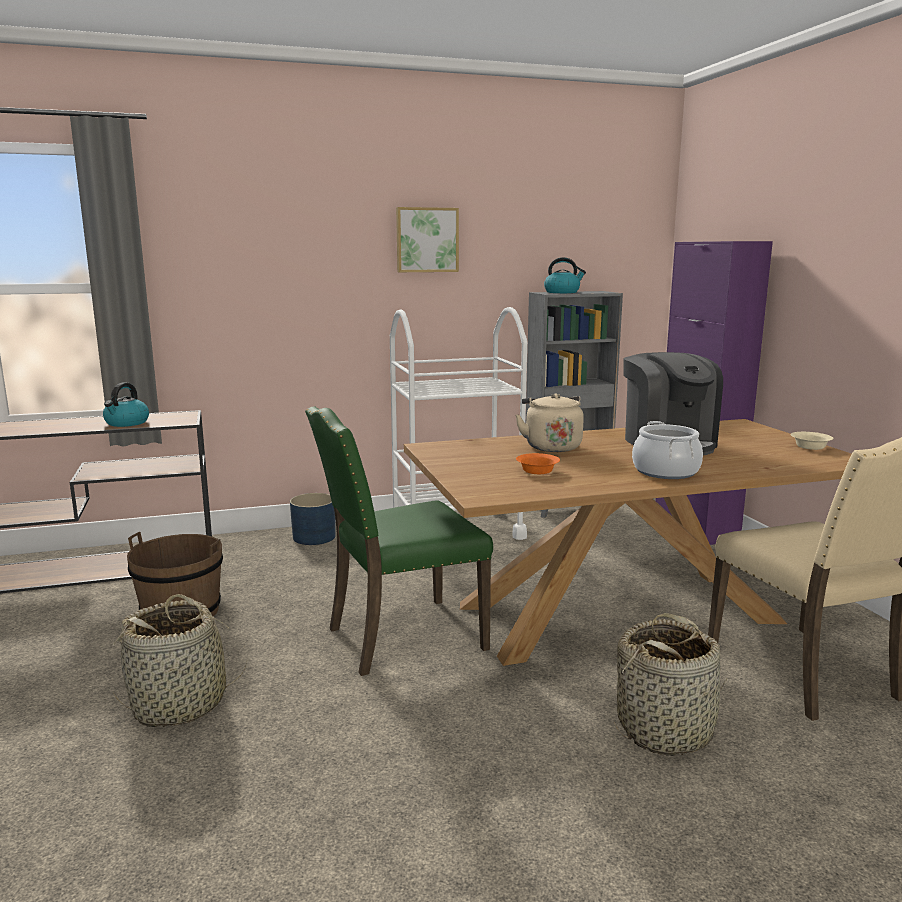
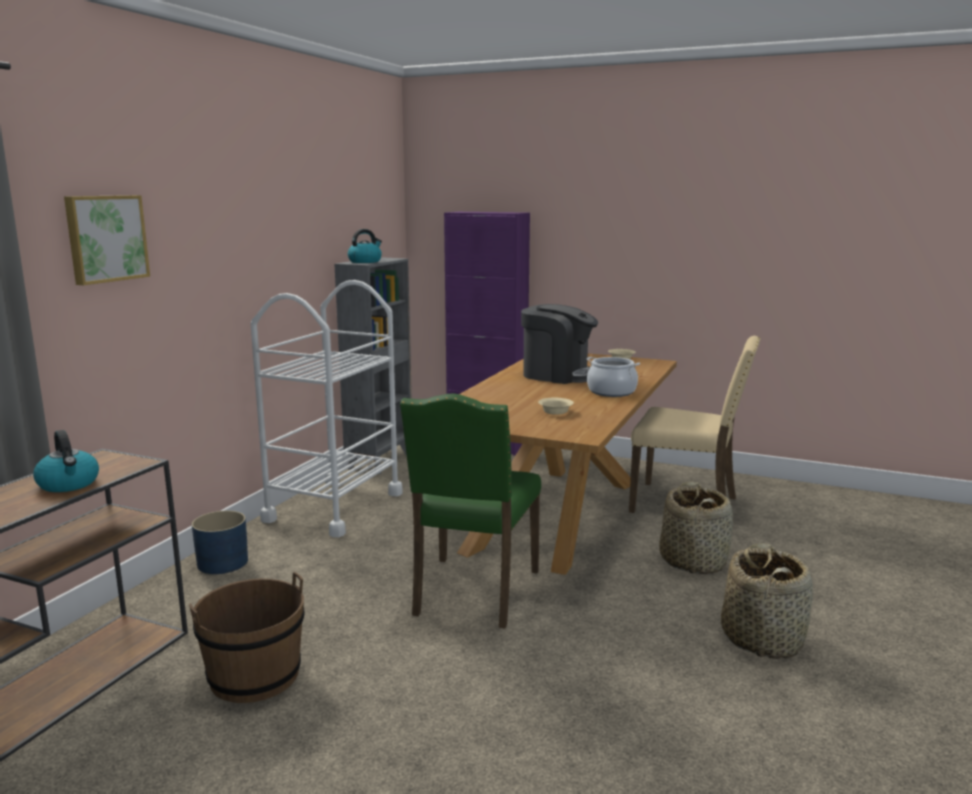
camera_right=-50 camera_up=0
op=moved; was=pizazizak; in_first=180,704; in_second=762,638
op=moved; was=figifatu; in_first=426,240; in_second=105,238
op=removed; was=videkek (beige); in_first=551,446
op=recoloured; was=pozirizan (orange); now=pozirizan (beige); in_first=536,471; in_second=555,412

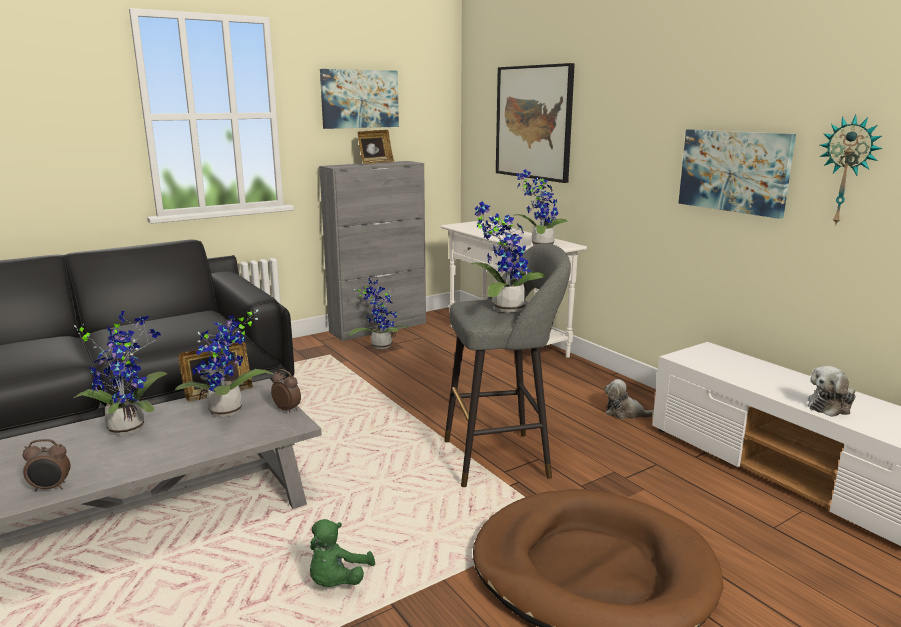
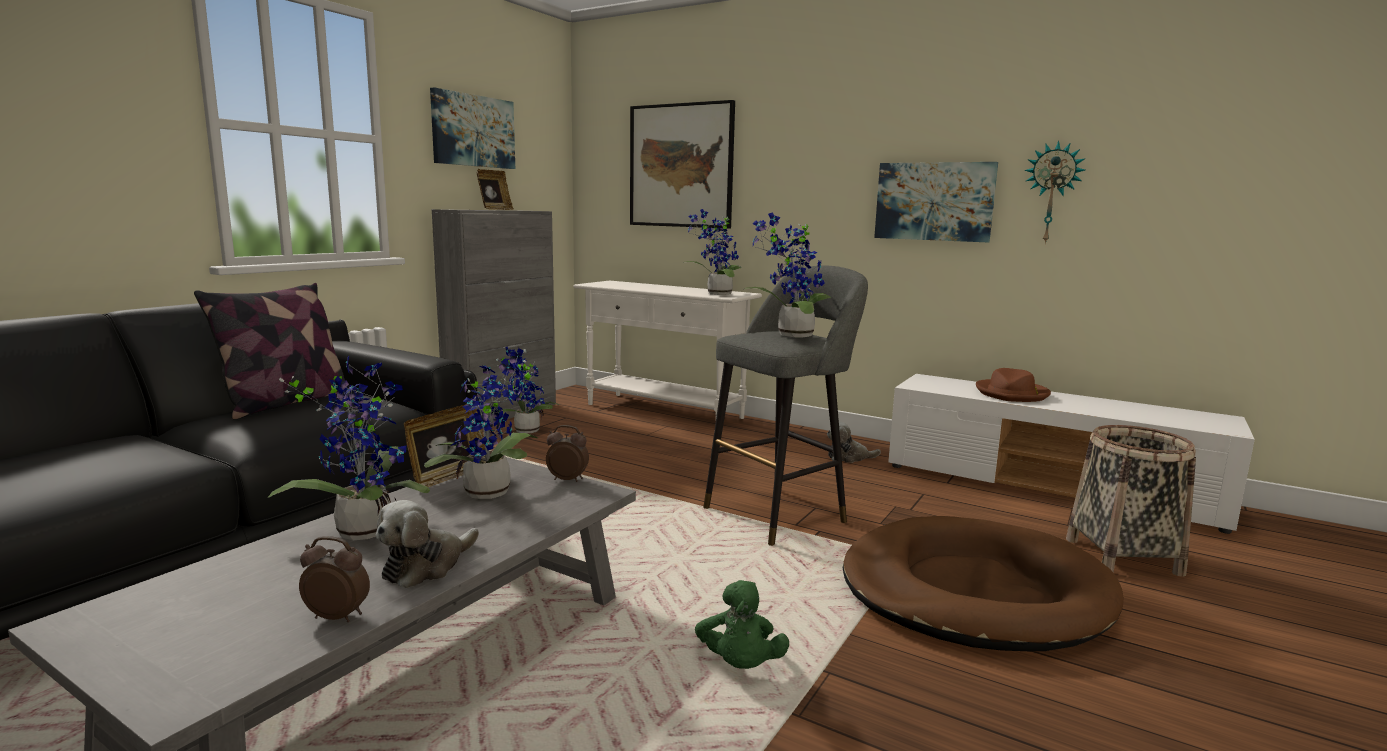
camera_right=-25 camera_up=-5
op=turned; was=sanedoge; in_first=51,488; in_second=338,616; clockwise=-135
op=moved; was=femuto; in_first=831,406; in_second=426,566
op=added; now=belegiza; in_second=286,403
op=added; now=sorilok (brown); in_second=1012,394
op=added; now=pizazizak; in_second=1122,556

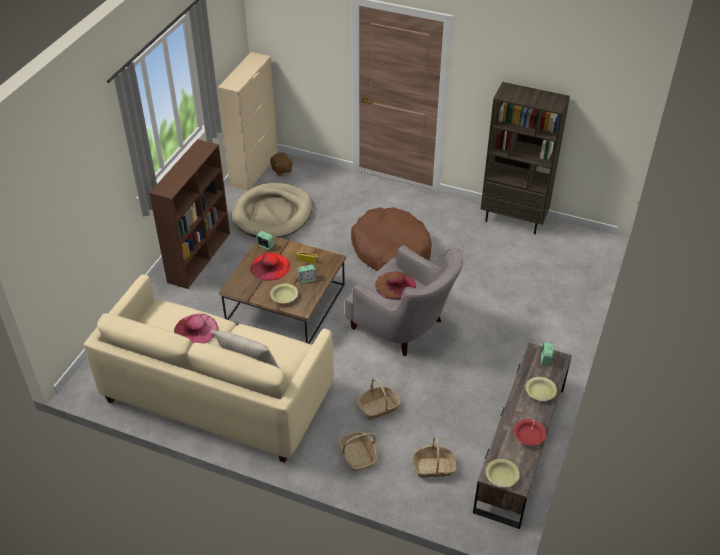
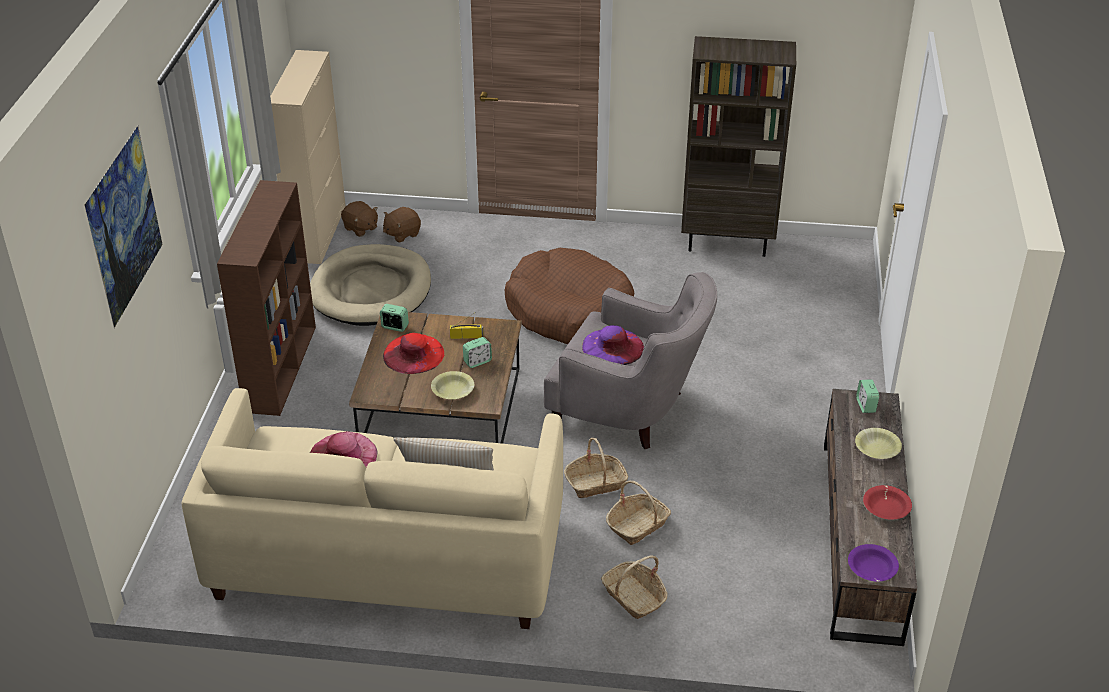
camera_right=-15 camera_up=-5
op=recoloured; was=sorilok (brown); now=sorilok (purple); in_first=395,285; in_second=613,347
op=moved; was=pizazizak; in_first=433,467; in_second=596,483
op=recoloured; was=pozirizan (yellow); now=pozirizan (purple); in_first=501,476; in_second=871,569
op=added; now=figifatu; in_second=132,255
op=added; now=femuto (brown); in_second=402,234

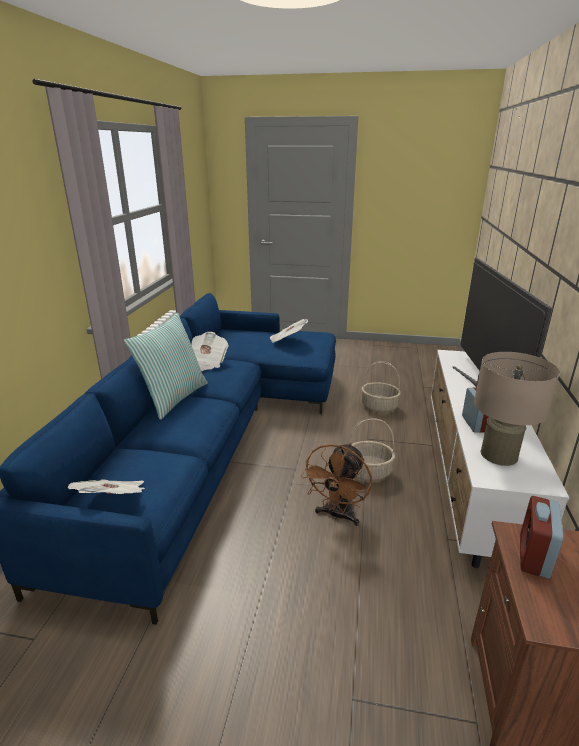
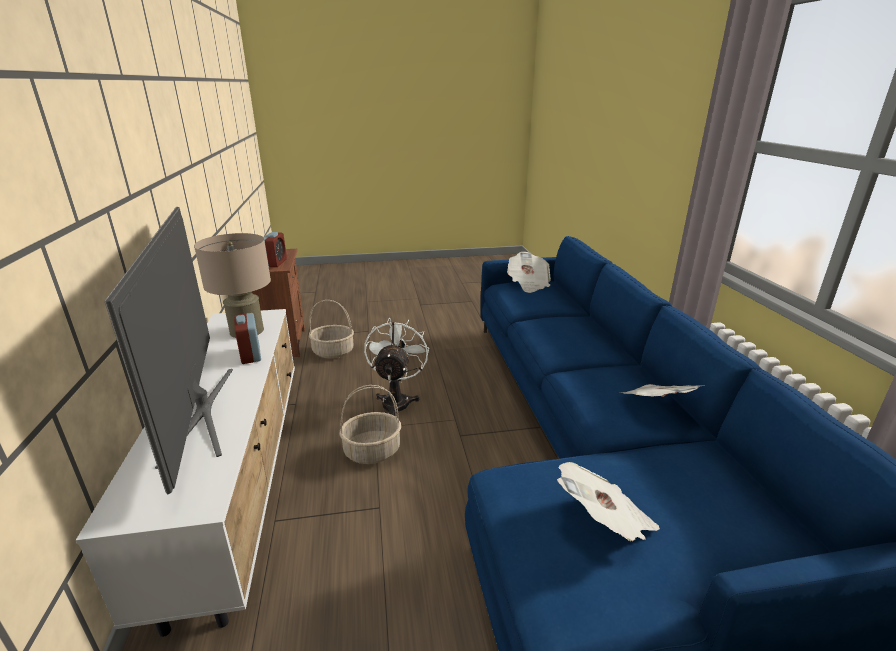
camera_right=160 camera_up=0
op=removed; was=belegiza; in_first=173,398
op=recoloured; was=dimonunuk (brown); now=dimonunuk (white); in_first=337,516; in_second=397,401
op=moved; was=pizazizak; in_first=379,406; in_second=332,352

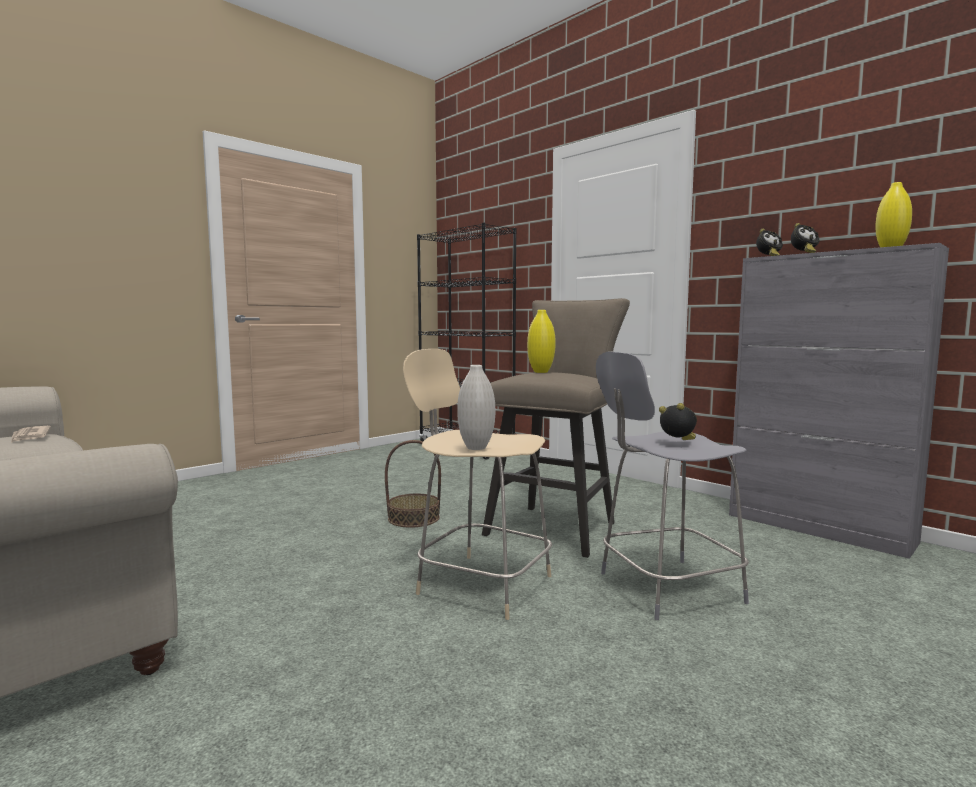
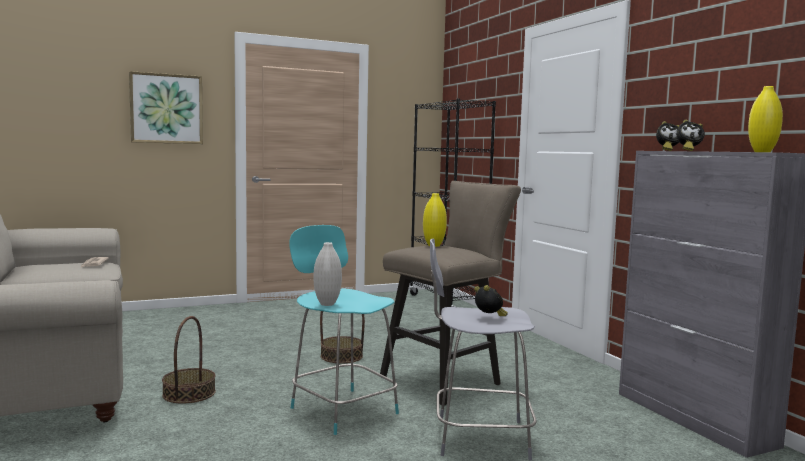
camera_right=20 camera_up=0
op=recoloured; was=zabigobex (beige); now=zabigobex (turquoise); in_first=481,583; in_second=342,409
op=added; now=figifatu; in_second=166,109
op=added; now=pizazizak; in_second=189,393

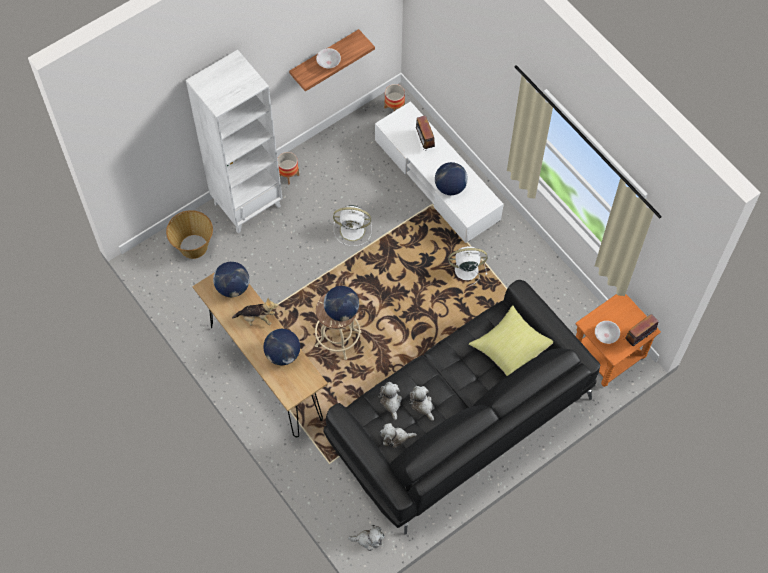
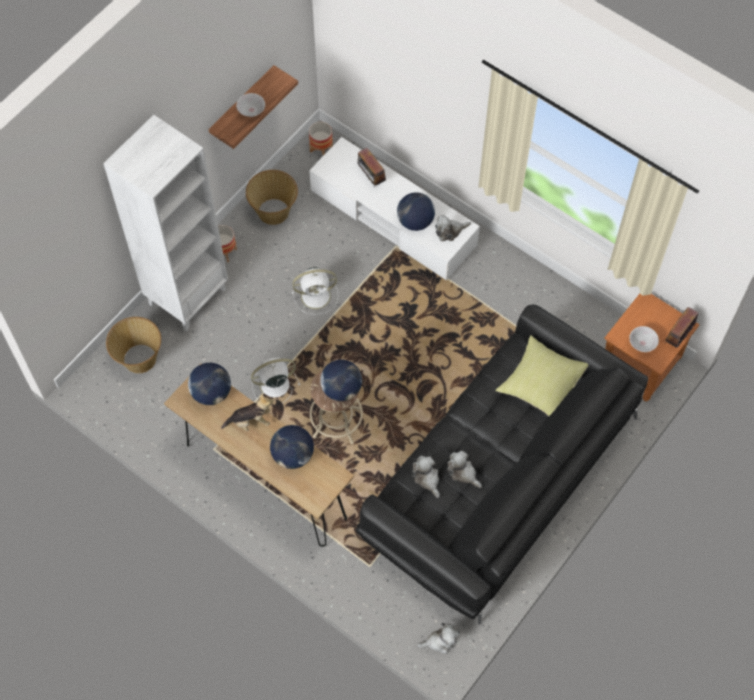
camera_right=-15 camera_up=0
op=moved; was=femuto; in_first=395,437; in_second=450,231
op=moved; was=dimonunuk (white); in_first=465,270; in_second=273,385
op=added; now=pizazizak; in_second=274,211

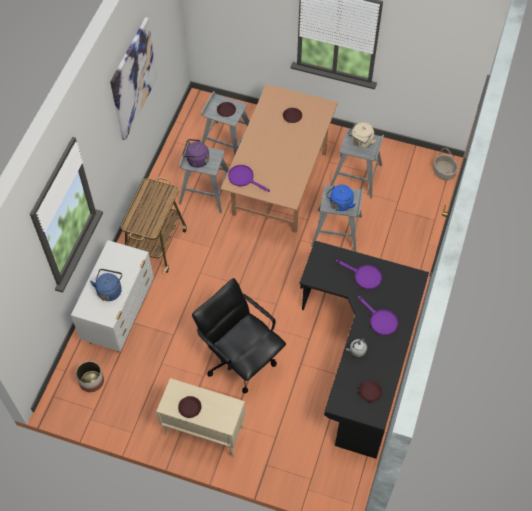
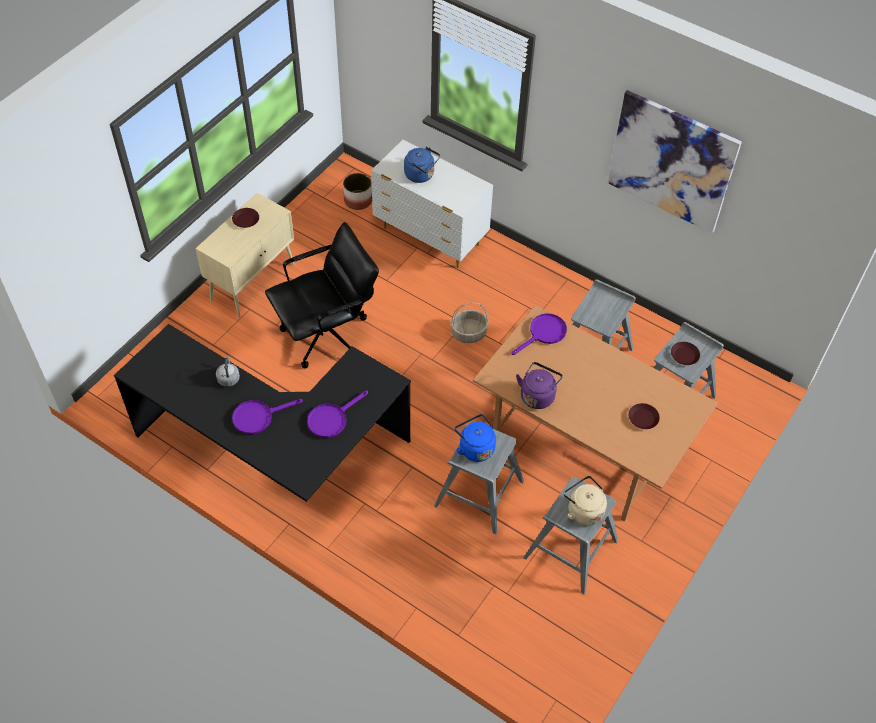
camera_right=105 camera_up=-5
op=removed; was=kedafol; in_first=156,243
op=moved; was=videkek (purple); in_first=196,160; in_second=538,395
op=removed; was=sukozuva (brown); in_first=370,392
op=moved; was=pizazizak; in_first=444,172; in_second=468,334

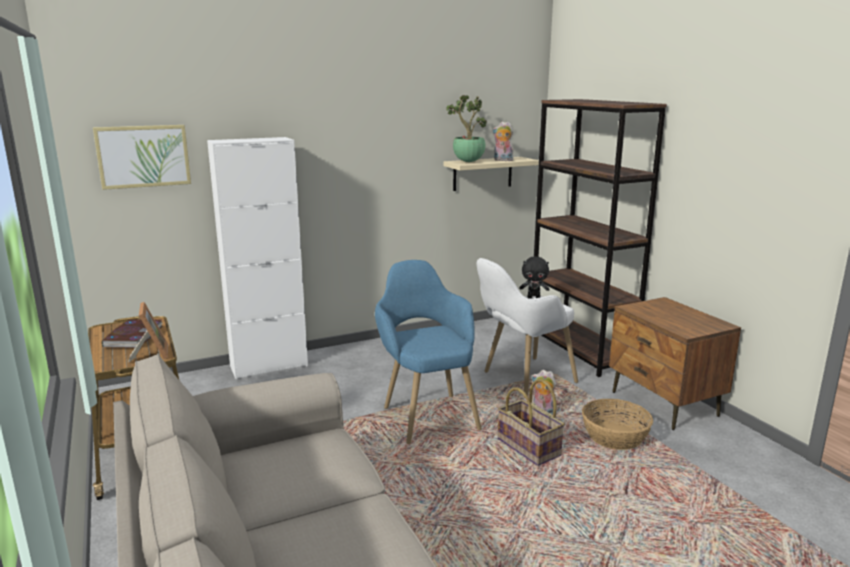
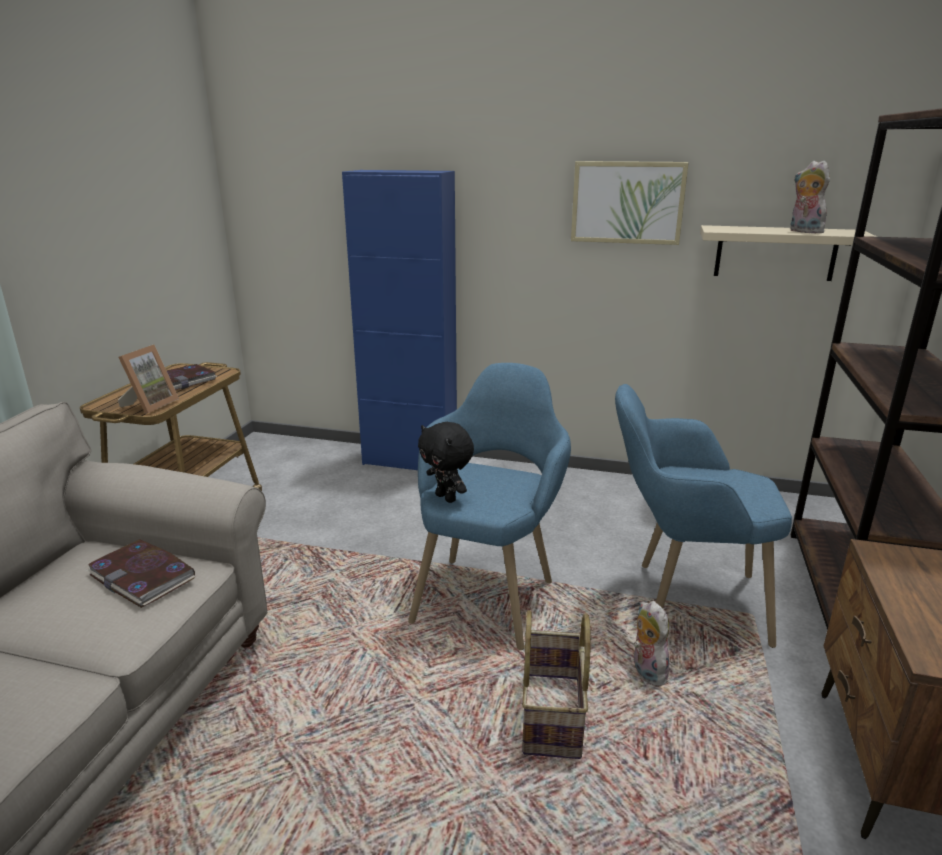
camera_right=40 camera_up=5
op=moved; was=figifatu; in_first=143,156; in_second=627,202
op=recoloured; was=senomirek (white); now=senomirek (blue); in_first=269,366; in_second=410,461
op=removed; was=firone; in_first=467,162
op=recoloured; was=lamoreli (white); now=lamoreli (blue); in_first=520,380; in_second=681,601
op=moved; was=femuto (black); in_first=534,298; in_second=447,498
op=removed; was=pizazizak; in_first=614,436
op=added; now=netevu; in_second=143,576

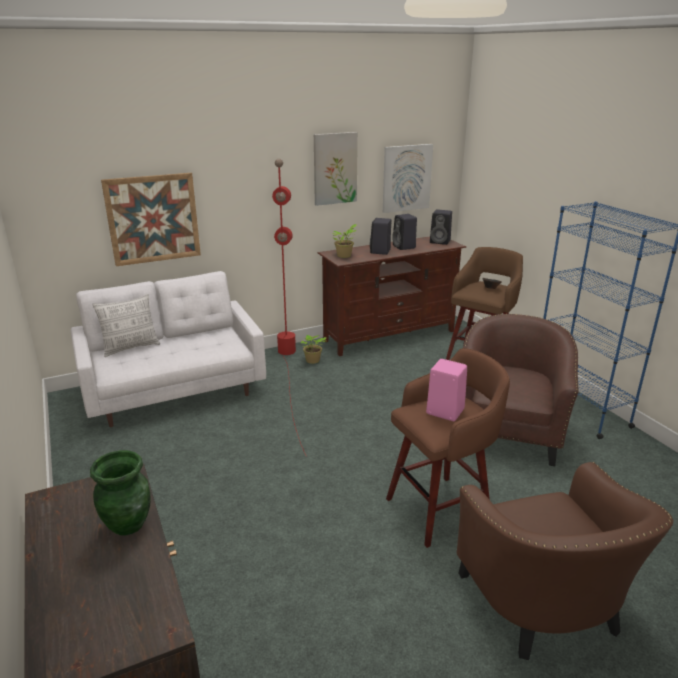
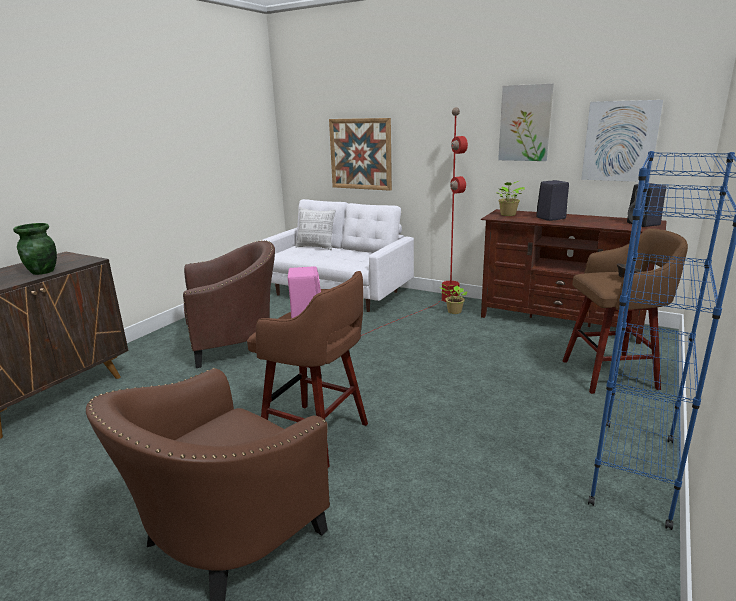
camera_right=55 camera_up=-5
op=removed; was=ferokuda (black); in_first=404,247
op=moved; was=lamoreli (brown); in_first=507,433; in_second=236,344

